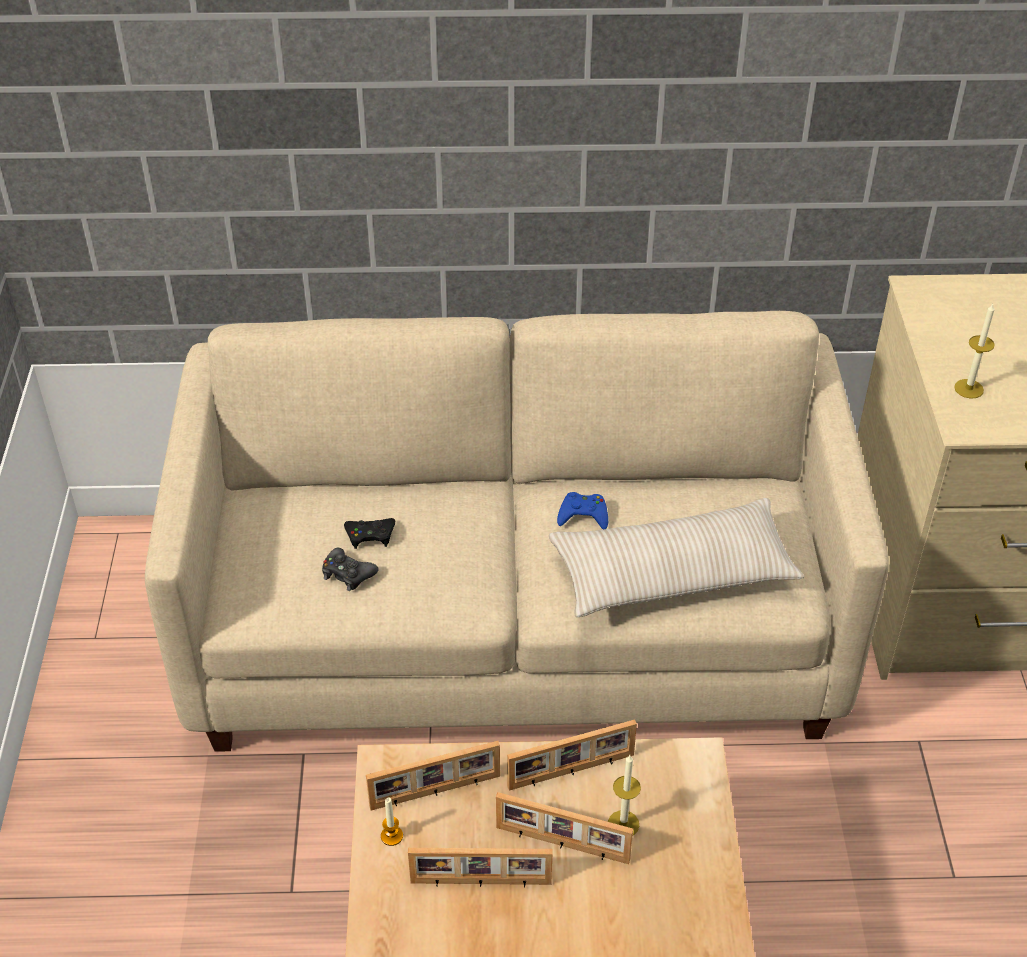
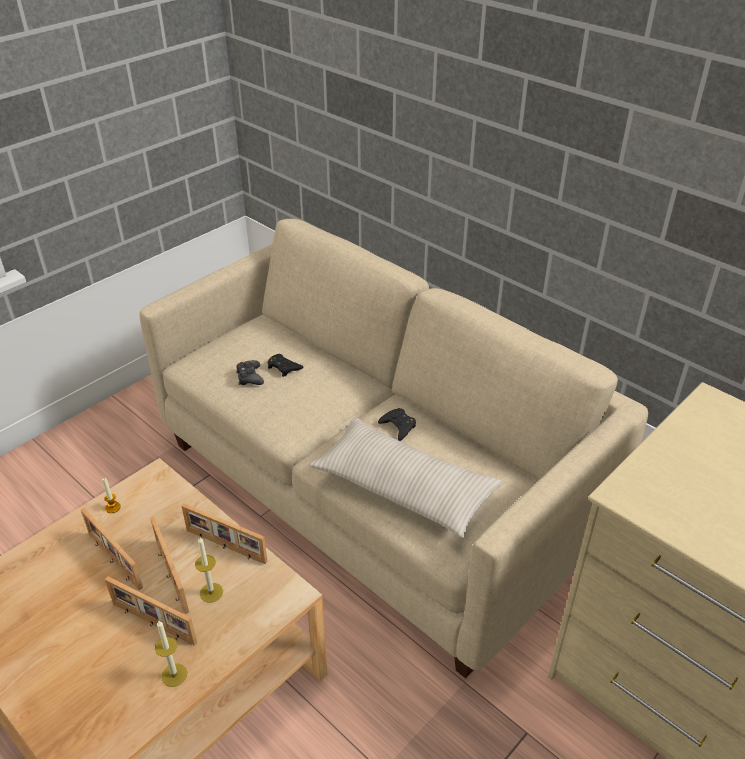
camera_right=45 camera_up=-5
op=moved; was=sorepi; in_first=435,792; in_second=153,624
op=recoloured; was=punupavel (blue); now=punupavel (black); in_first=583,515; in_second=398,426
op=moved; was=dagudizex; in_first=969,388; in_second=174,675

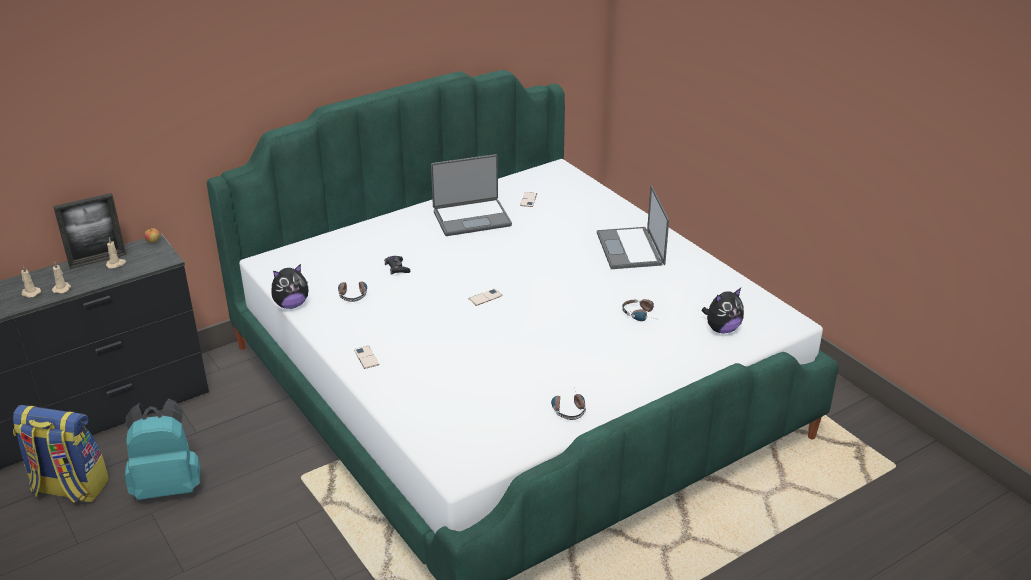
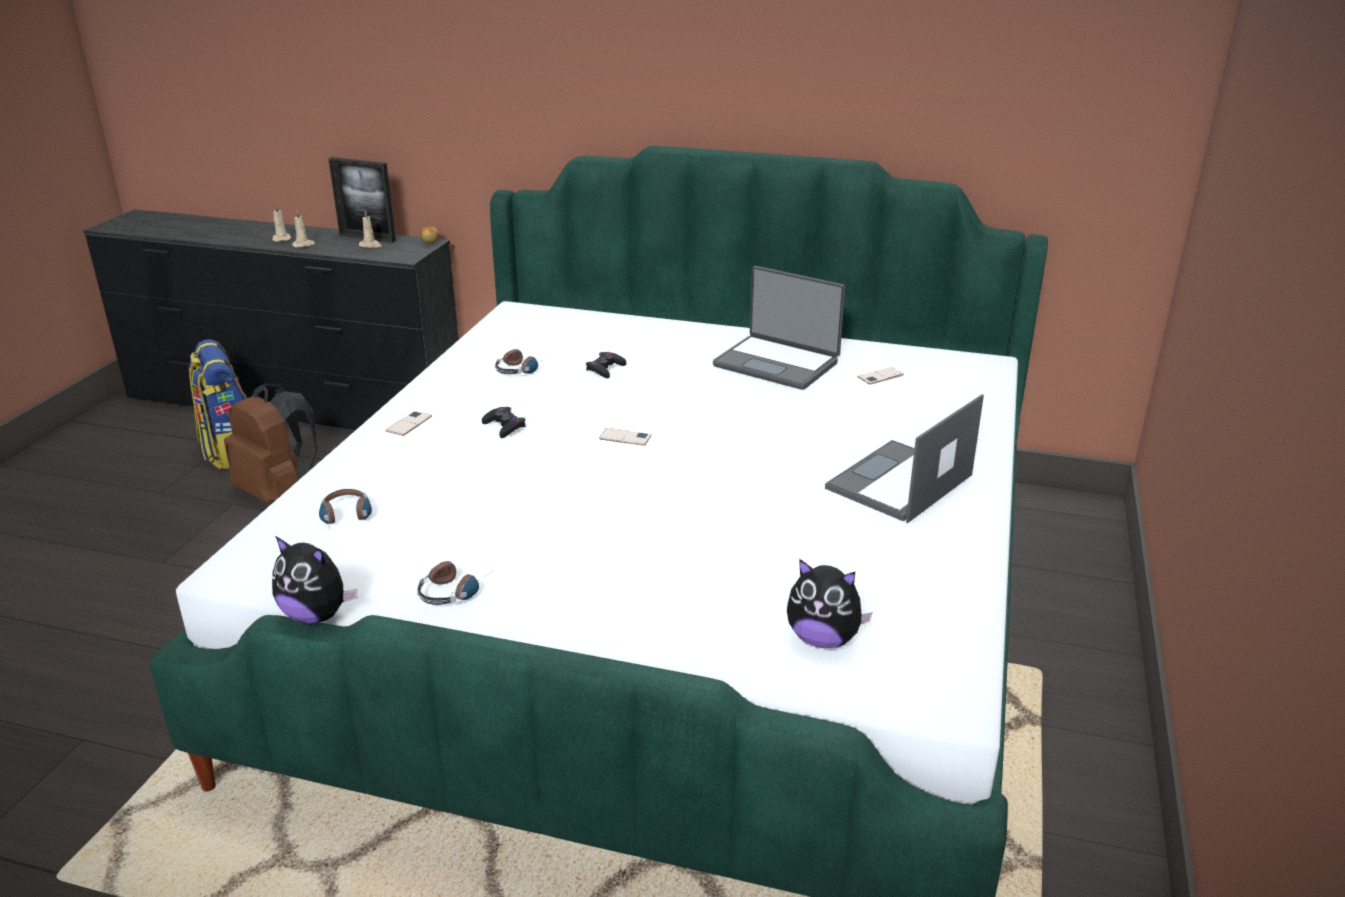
camera_right=50 camera_up=-5
op=recoloured; was=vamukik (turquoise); now=vamukik (brown); in_first=168,486; in_second=278,492
op=moved; was=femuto; in_first=291,305; in_second=317,615
op=moved; was=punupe; in_first=642,315; in_second=347,518
op=added; now=punupavel (black); in_second=504,426

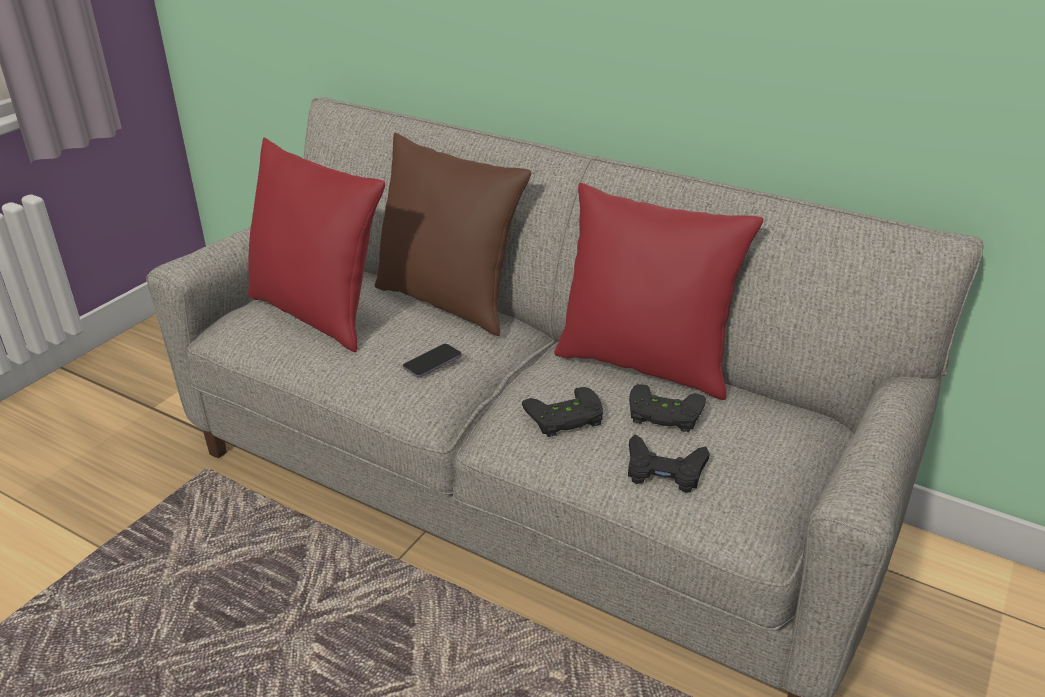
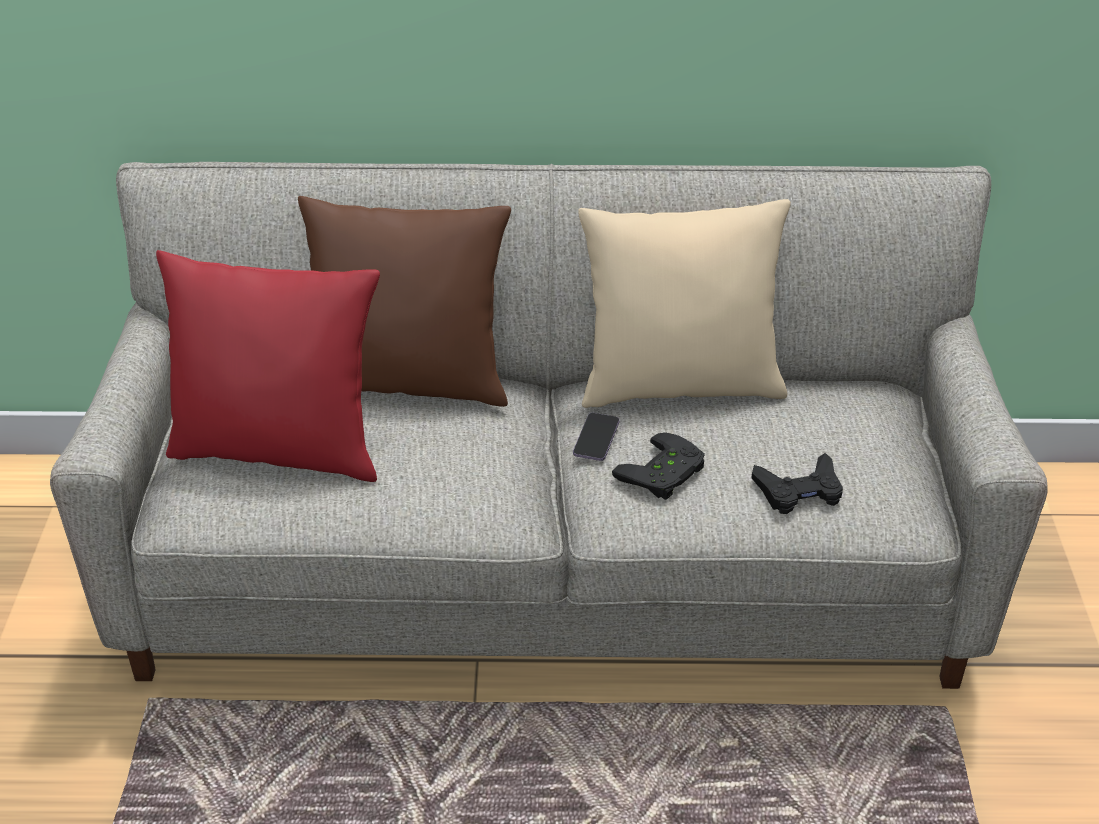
camera_right=-30 camera_up=5
op=moved; was=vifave; in_first=432,362; in_second=596,439
op=recoloured; was=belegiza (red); now=belegiza (beige); in_first=644,364; in_second=679,385
op=removed; was=punupavel (black); in_first=663,415

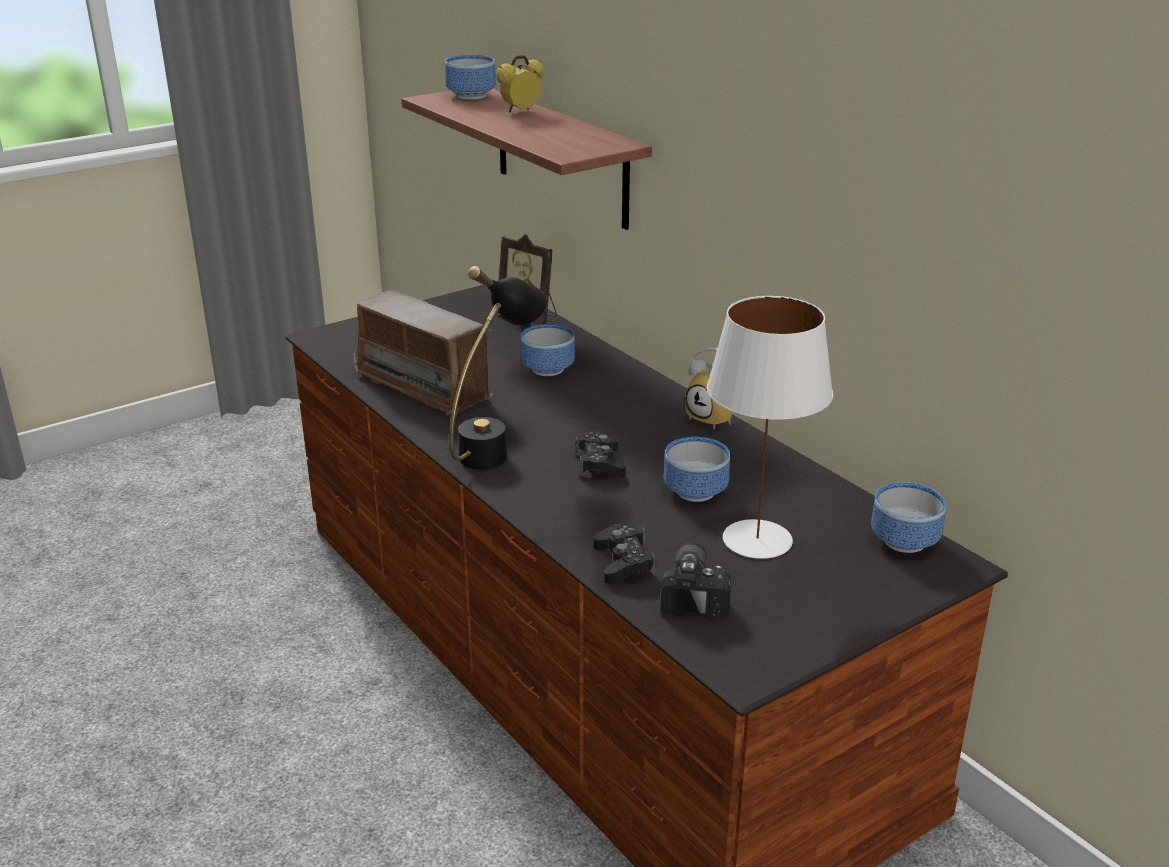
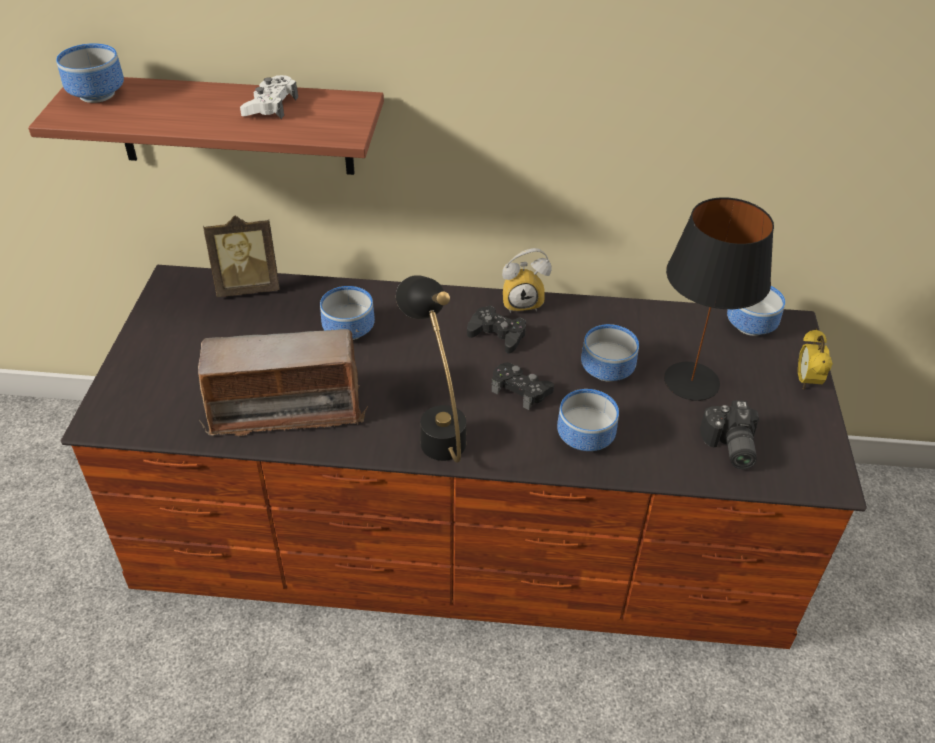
camera_right=-50 camera_up=15
op=moved; was=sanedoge; in_first=521,112; in_second=806,381
op=moved; was=punupavel (black); in_first=623,562; in_second=497,334
op=turned; was=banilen; in_first=697,593; in_second=728,447; clockwise=-135
op=recoloured; was=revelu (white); now=revelu (black); in_first=756,539; in_second=691,382
op=added; now=punupavel (white); in_second=270,106
op=added; now=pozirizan; in_second=587,439

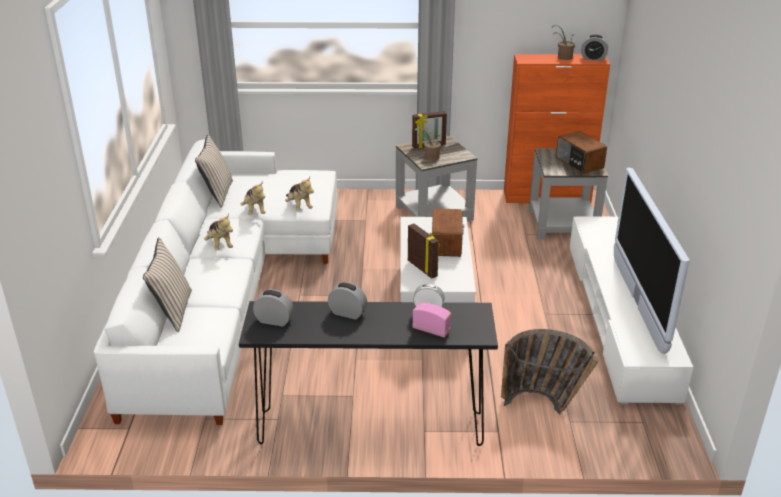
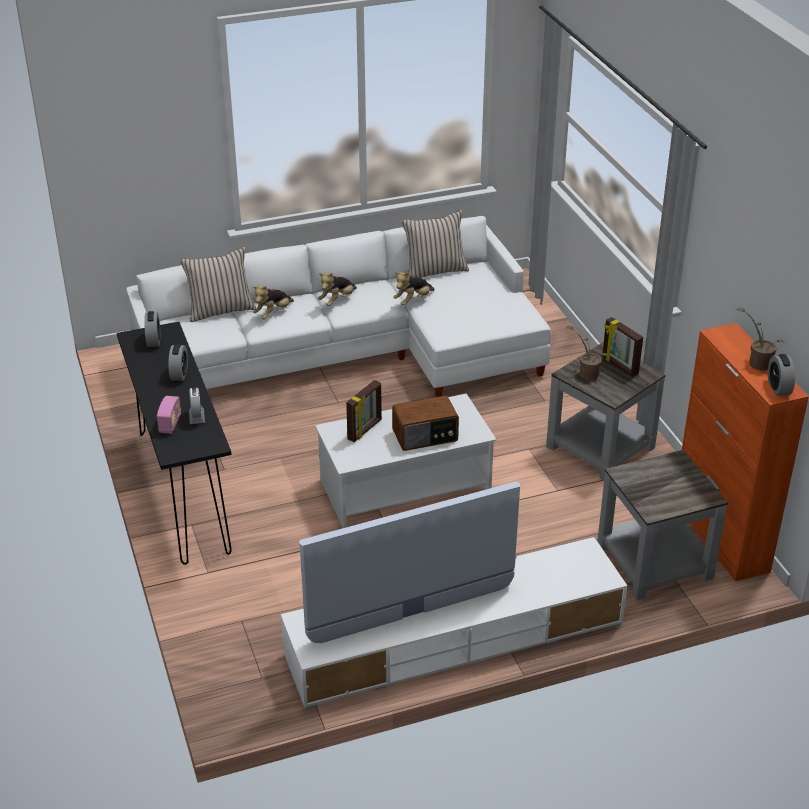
camera_right=70 camera_up=5
op=moved; was=femuto; in_first=299,206; in_second=273,313
op=removed; was=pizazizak; in_first=545,406
op=removed; was=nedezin; in_first=579,163

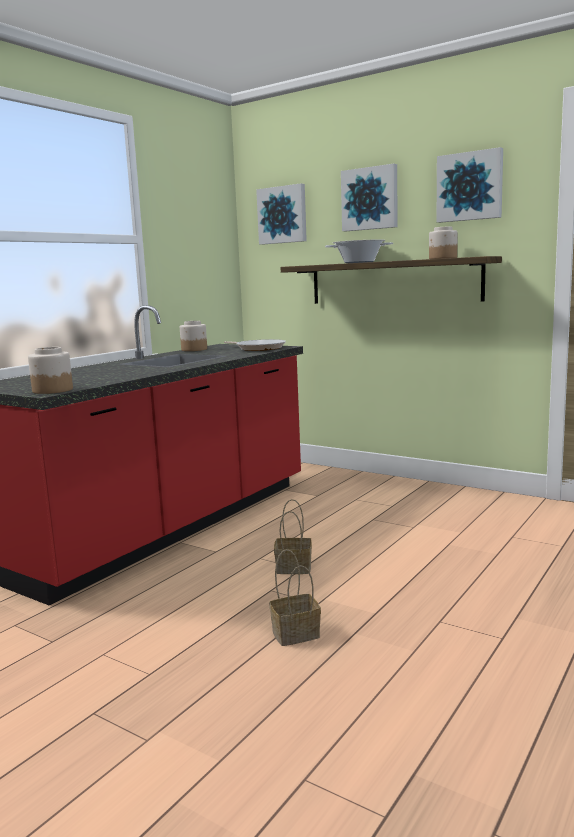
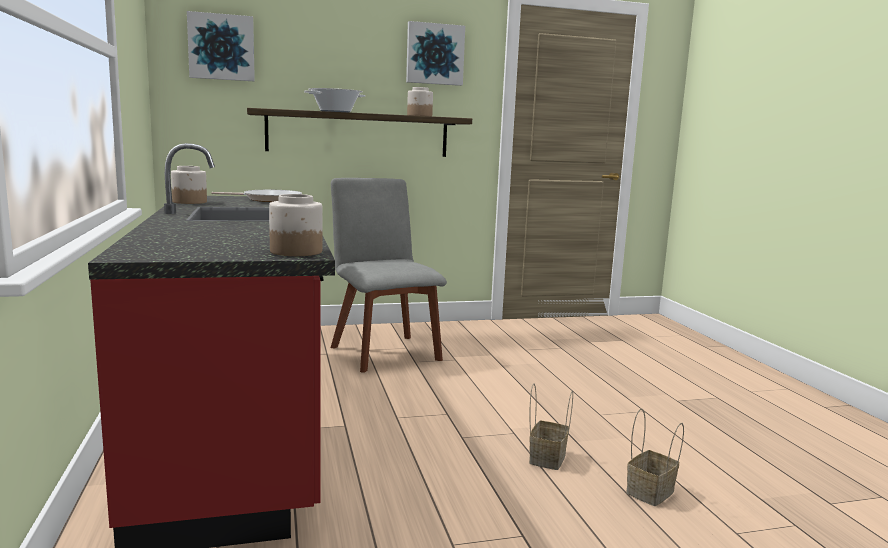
camera_right=-50 camera_up=0
op=moved; was=pizazizak; in_first=292,568; in_second=650,493
op=removed; was=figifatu; in_first=370,199
op=added; now=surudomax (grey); in_second=383,352

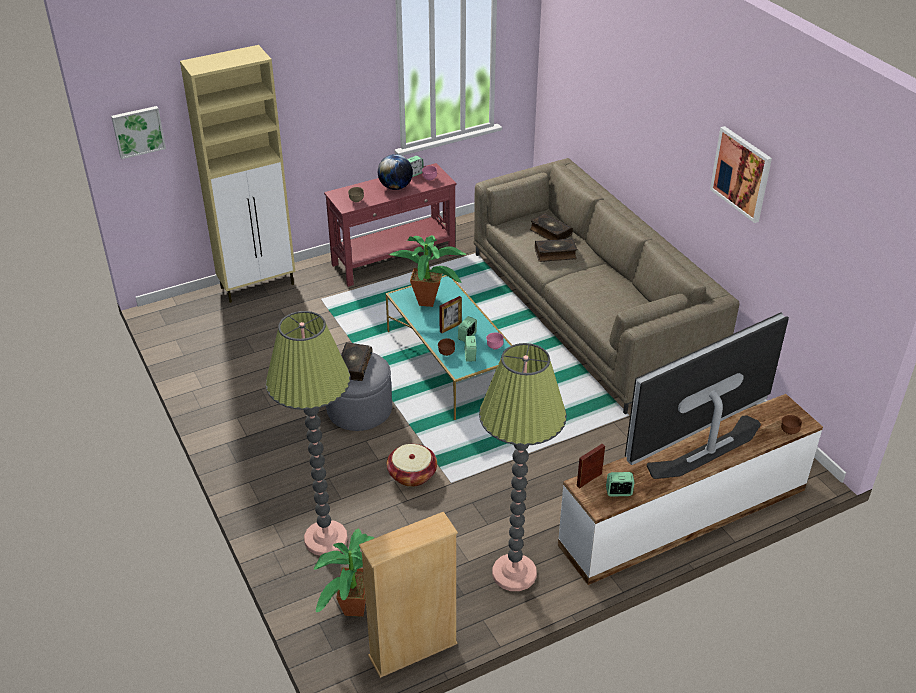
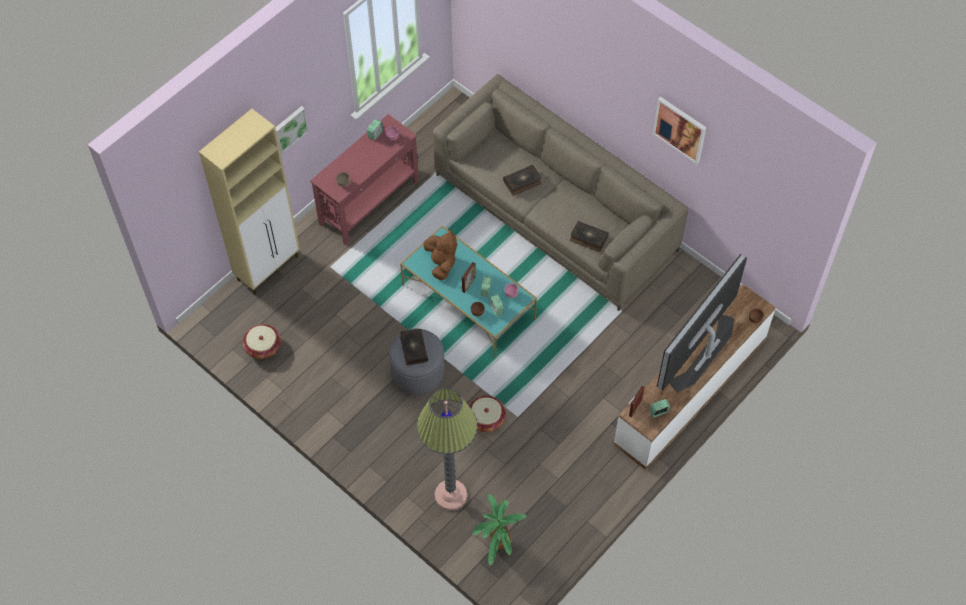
camera_right=-20 camera_up=20
op=moved; was=figifatu; in_first=138,131; in_second=289,129
op=removed; was=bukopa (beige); in_first=413,650
op=removed; was=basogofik; in_first=395,187
op=replaced; was=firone; now=femuto (brown); in_first=430,303; in_second=441,263
op=removed; was=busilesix; in_first=514,573
op=moved; was=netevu; in_first=550,233; in_second=588,239
op=added; now=pizazizak; in_second=263,347

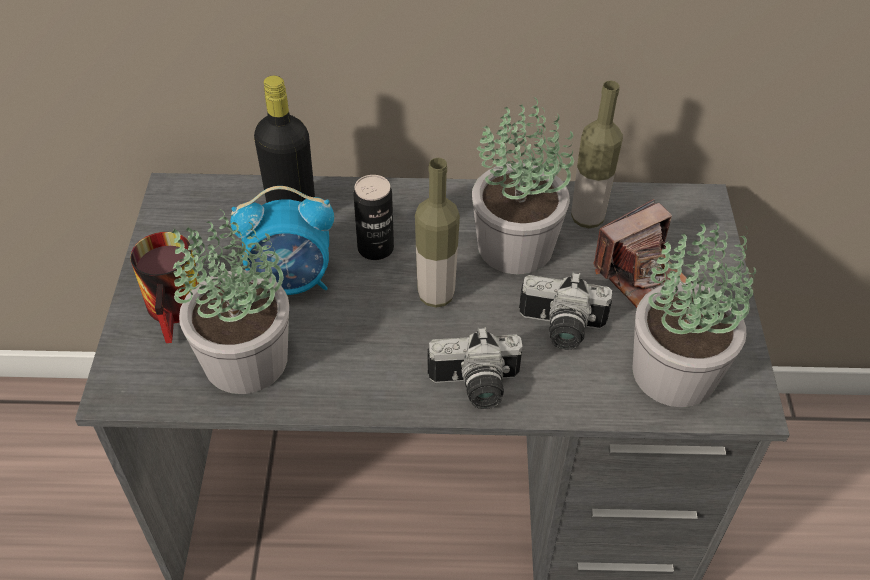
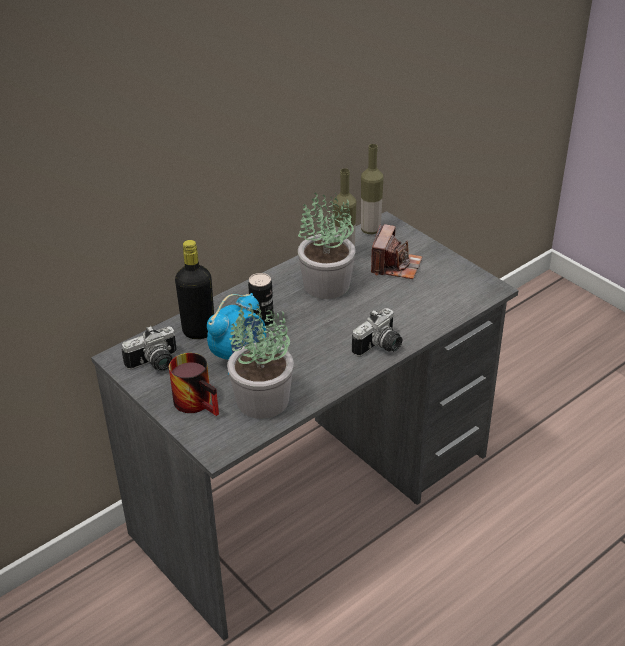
camera_right=-40 camera_up=-10
op=moved; was=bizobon; in_first=436,295; in_second=370,230
op=moved; was=banilen; in_first=560,330; in_second=155,364
op=removed; was=firone; in_first=674,370

